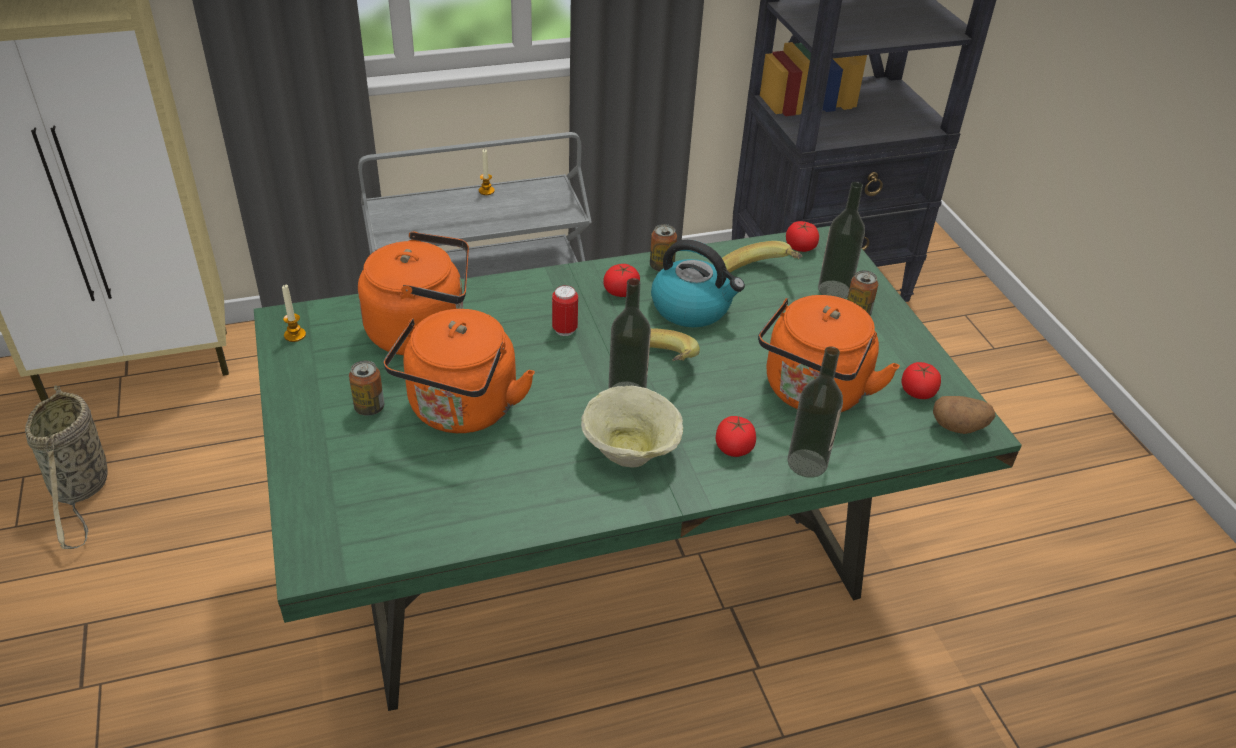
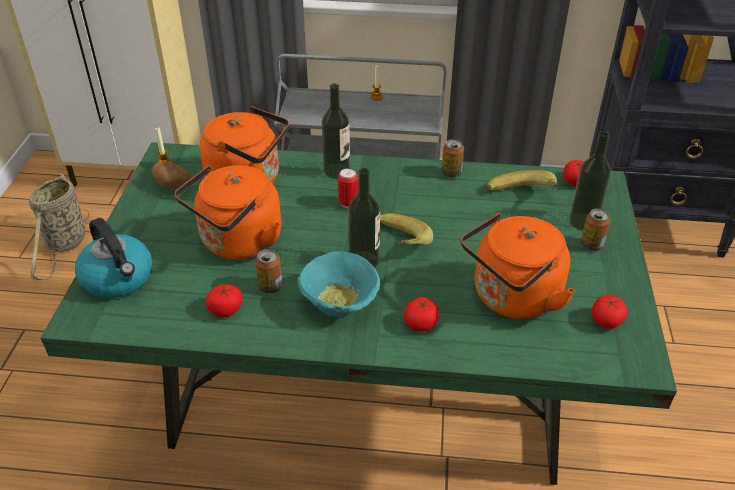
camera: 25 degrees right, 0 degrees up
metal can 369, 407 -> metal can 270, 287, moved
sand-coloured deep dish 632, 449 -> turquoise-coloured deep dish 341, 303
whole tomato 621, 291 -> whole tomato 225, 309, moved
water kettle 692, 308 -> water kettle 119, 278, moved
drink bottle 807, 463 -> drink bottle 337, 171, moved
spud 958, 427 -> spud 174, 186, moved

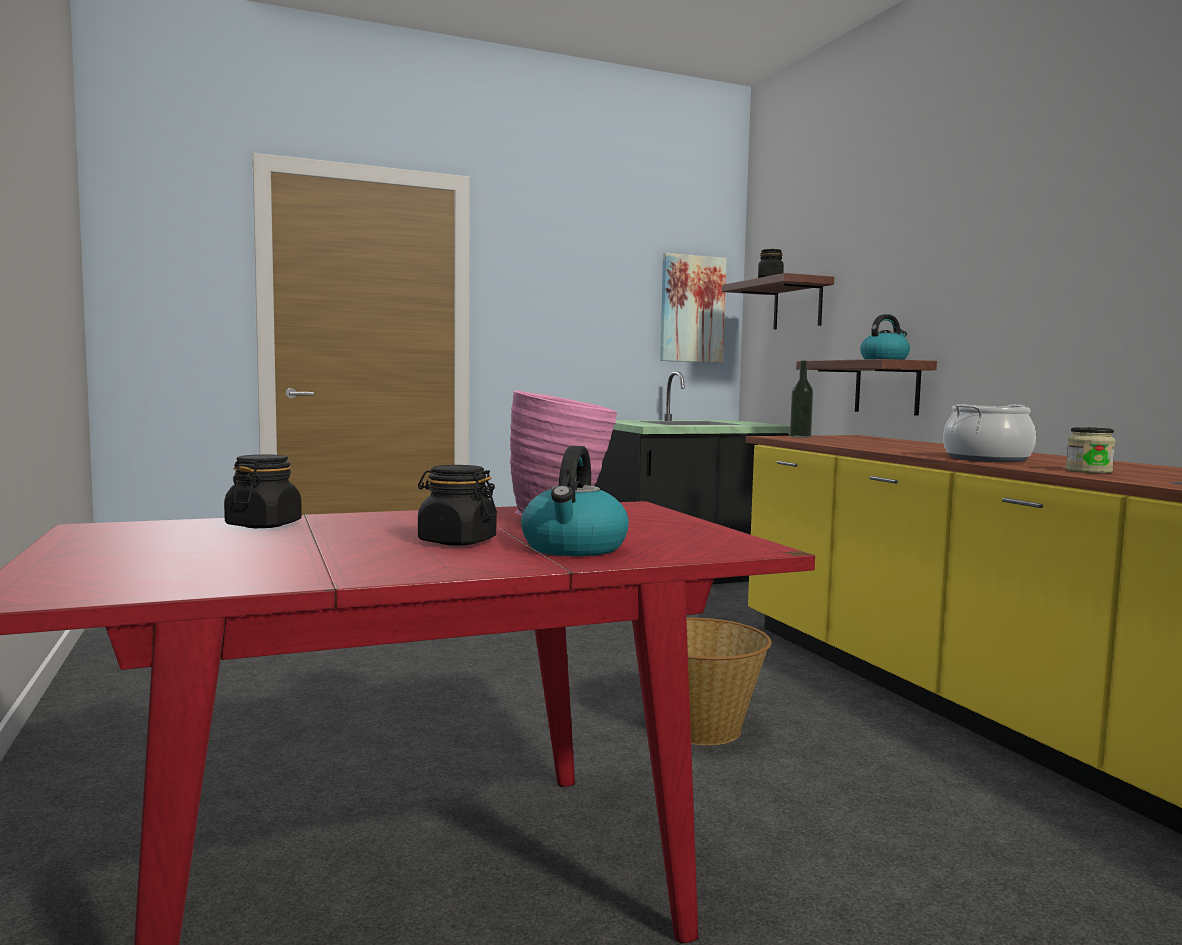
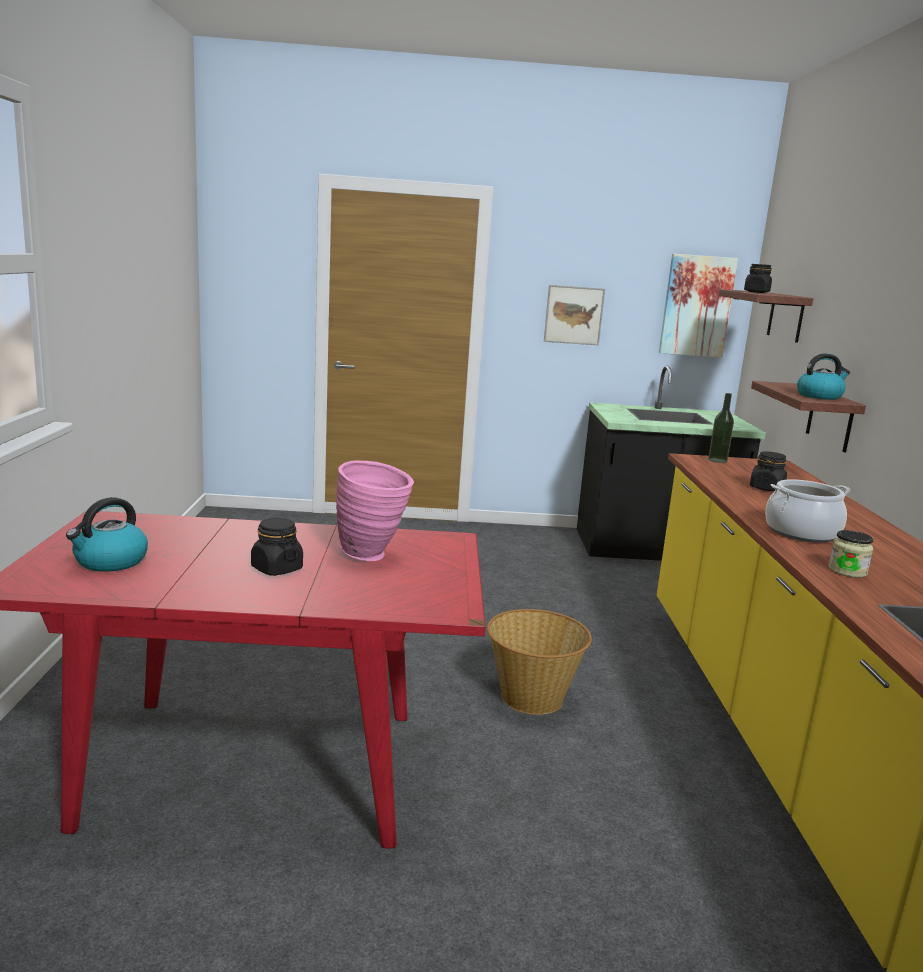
camera: 20 degrees right, 10 degrees up
black-coloured preserve jar 264, 525 -> black-coloured preserve jar 766, 488, moved
water kettle 574, 548 -> water kettle 110, 562, moved
none -> wall picture 574, 315

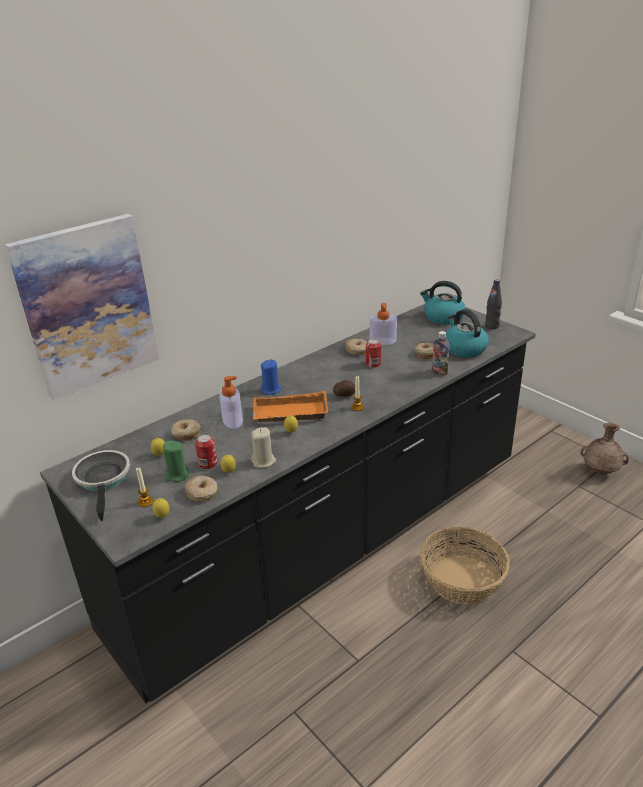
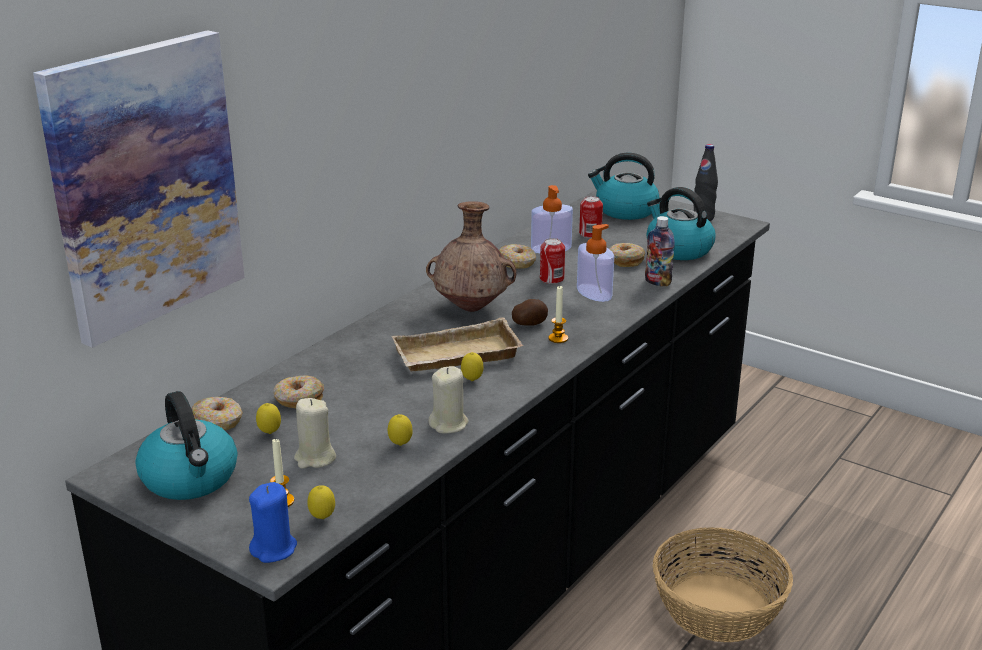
camera: 15 degrees left, 5 degrees down
frying pan 104, 480 -> water kettle 191, 479
green-coloured wax candle 177, 475 -> sand-coloured wax candle 315, 458
ring doughnut 202, 493 -> ring doughnut 218, 422, moved
metal can 208, 464 -> metal can 590, 234, moved
soap dispenser 232, 420 -> soap dispenser 594, 293, moved
orange tray 289, 414 -> sand-coloured tray 456, 357
bluish wax candle 271, 389 -> bluish wax candle 274, 549, moved
brown-coloured vase 601, 471 -> brown-coloured vase 472, 308, moved

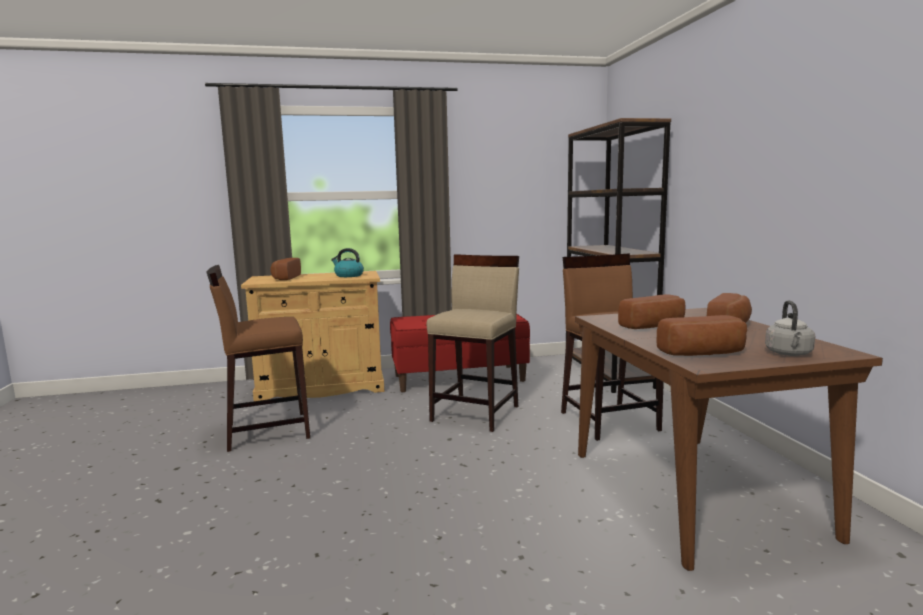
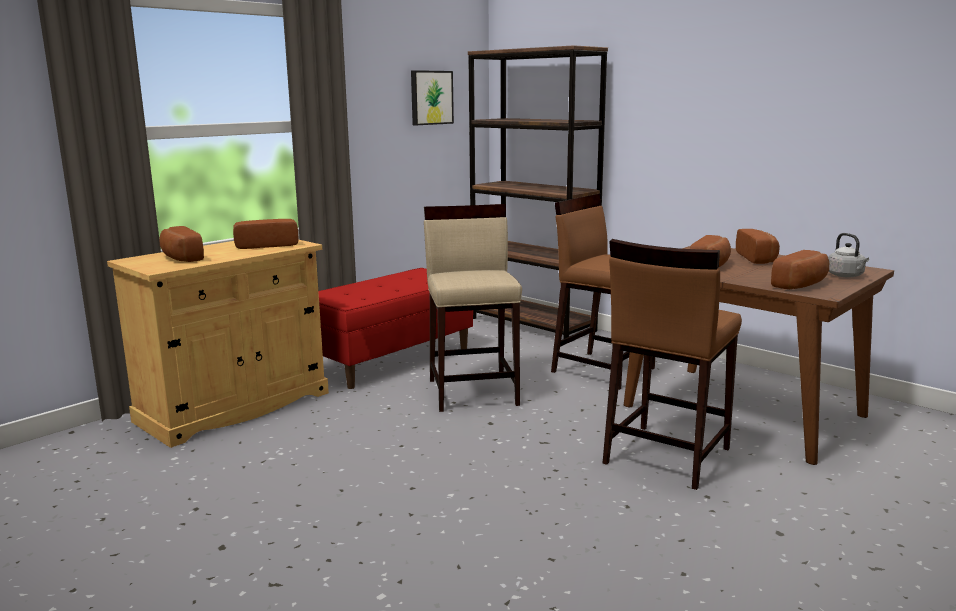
camera: 35 degrees left, 5 degrees up
brown-coloured stool seat 267, 430 -> brown-coloured stool seat 665, 456, moved
water kettle 348, 275 -> bakery bread 266, 245
none -> wall picture 431, 97

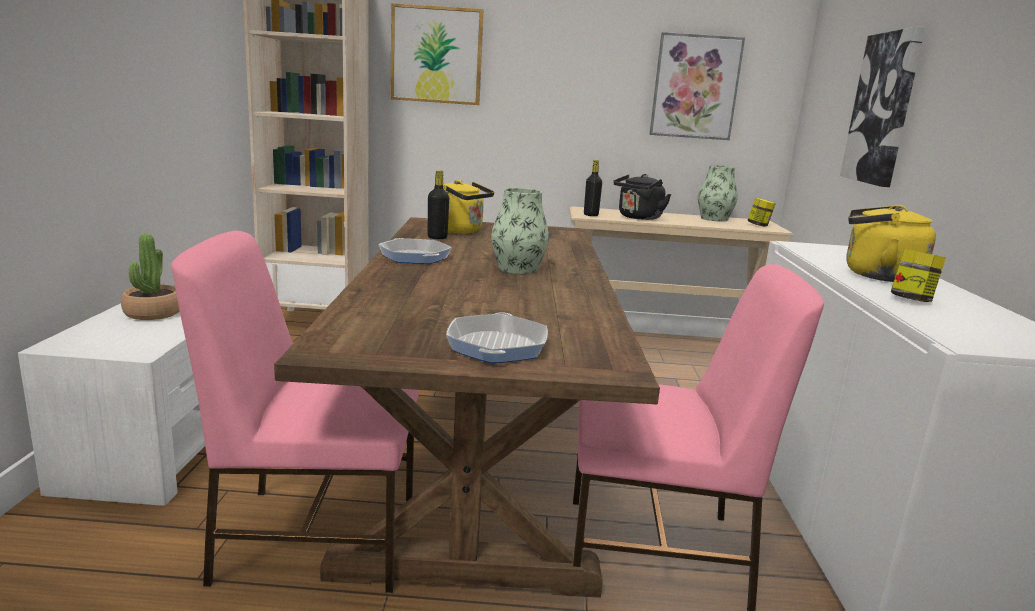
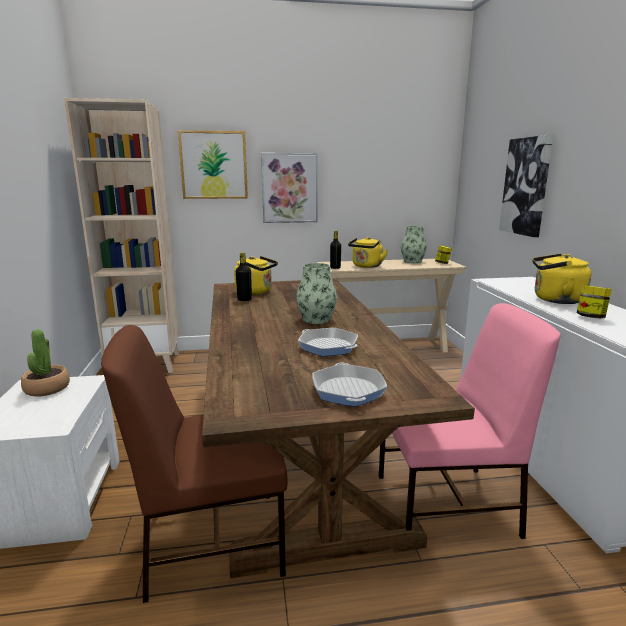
camera: 10 degrees left, 0 degrees up
pink upright chair 315, 535 -> brown-coloured upright chair 211, 541
frying pan 415, 257 -> frying pan 328, 346, moved
black-coloured water kettle 638, 218 -> yellow-coloured water kettle 366, 266
wall picture 695, 87 -> wall picture 289, 188, moved

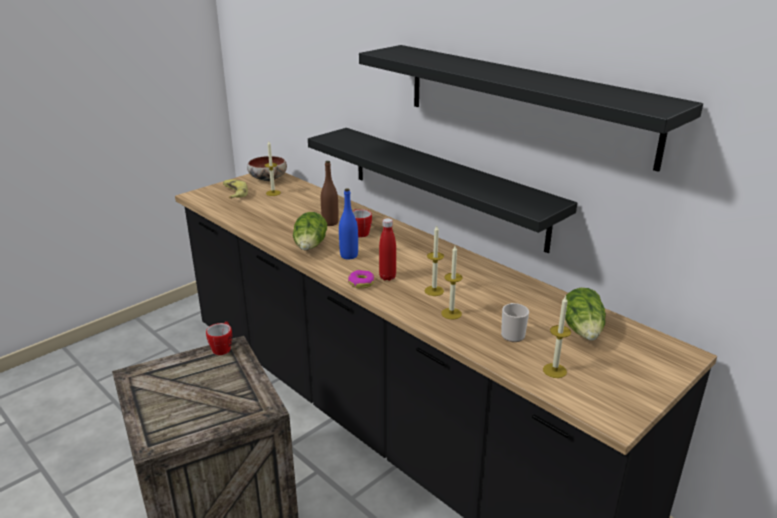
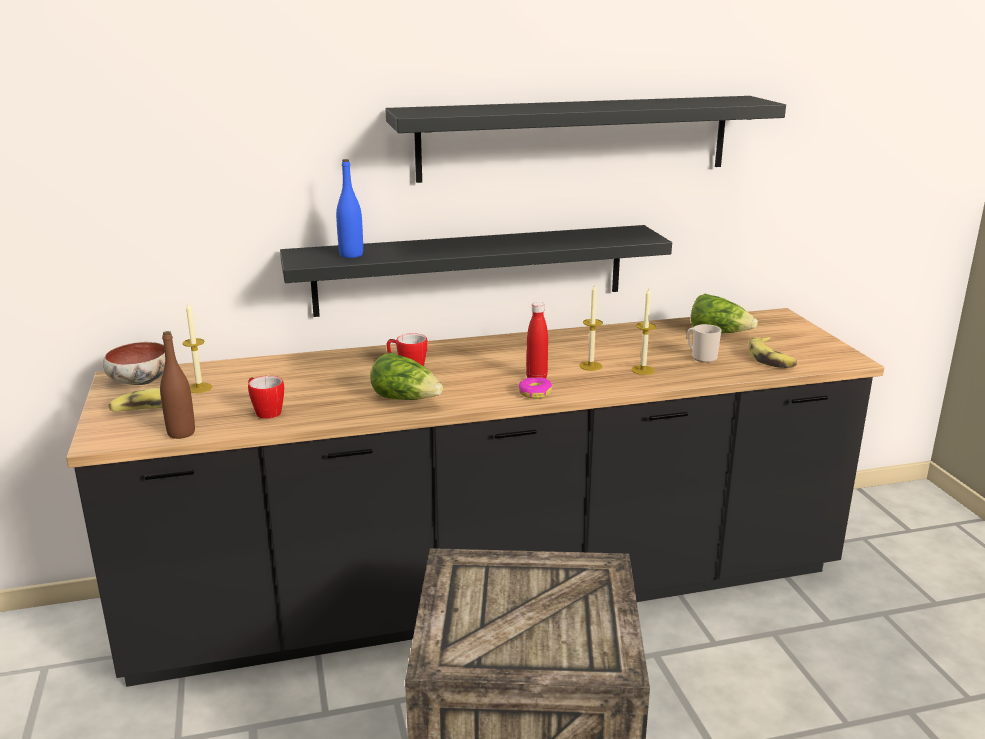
camera: 60 degrees left, 5 degrees down
coffee mug 223, 347 -> coffee mug 265, 412, moved
brown-coloured drink bottle 330, 223 -> brown-coloured drink bottle 181, 433, moved
bluish drink bottle 349, 255 -> bluish drink bottle 351, 255, moved
wax candle 554, 370 -> banana fruit 771, 359

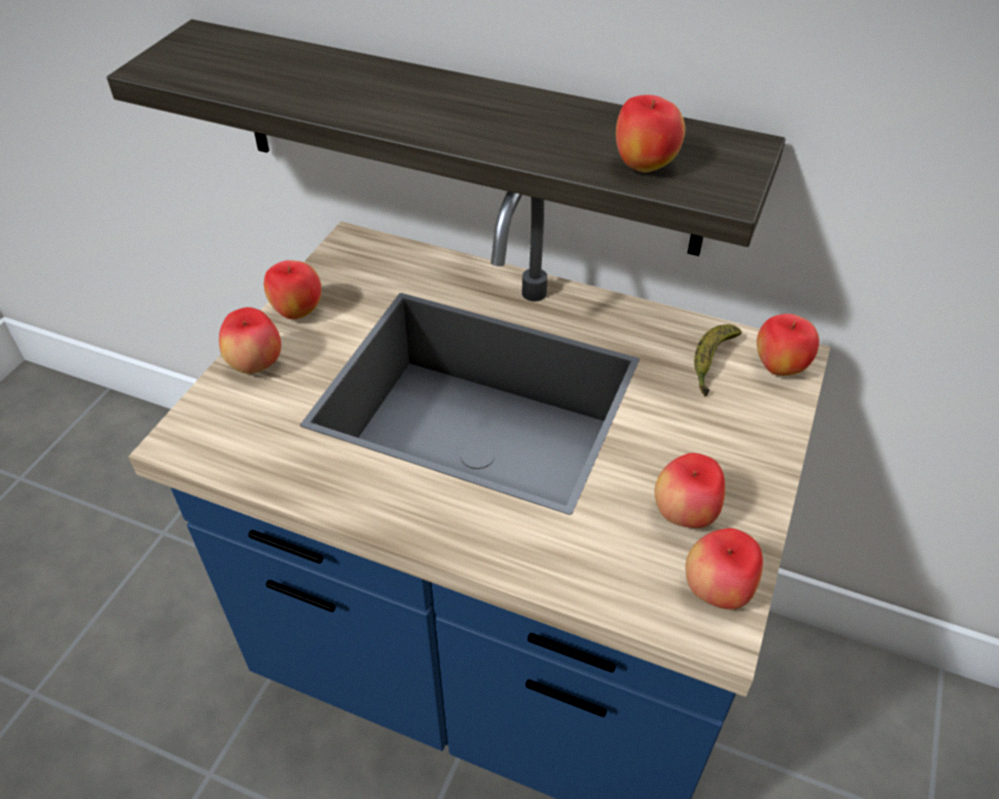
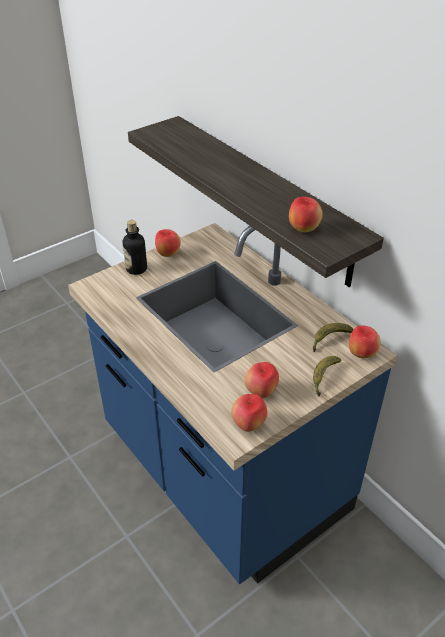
camera: 30 degrees right, 5 degrees down
apple 256, 365 -> drink bottle 136, 269
none -> banana fruit 323, 377

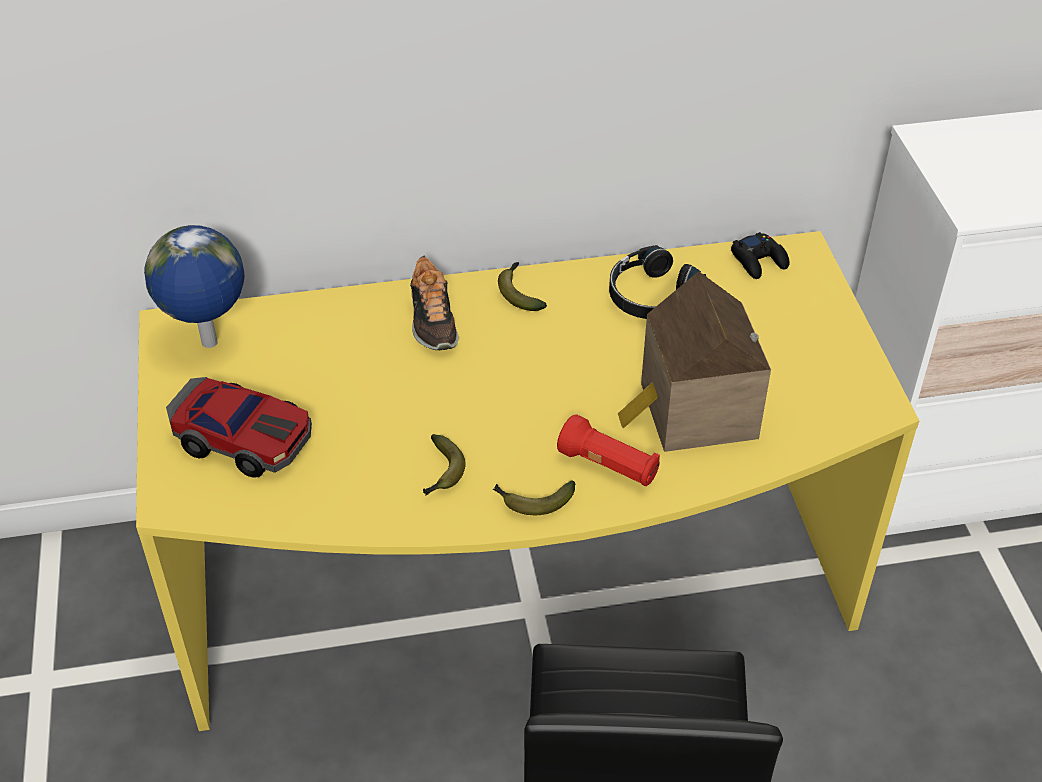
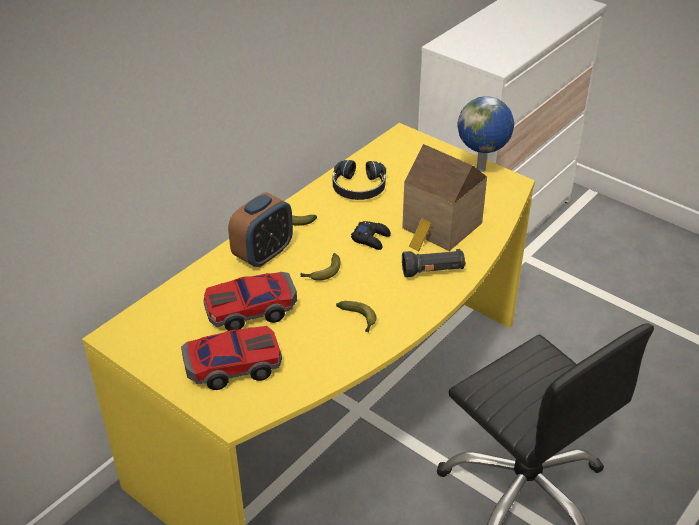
camera: 40 degrees left, 5 degrees down
desk globe 210, 344 -> desk globe 482, 170, moved
shoe 432, 320 -> table clock 263, 254
banana fruit 532, 501 -> banana fruit 322, 273, moved
red flashlight 609, 466 -> black-coloured flashlight 433, 271
black-coloured joypad 759, 261 -> black-coloured joypad 371, 238, moved
none -> model car 250, 309

